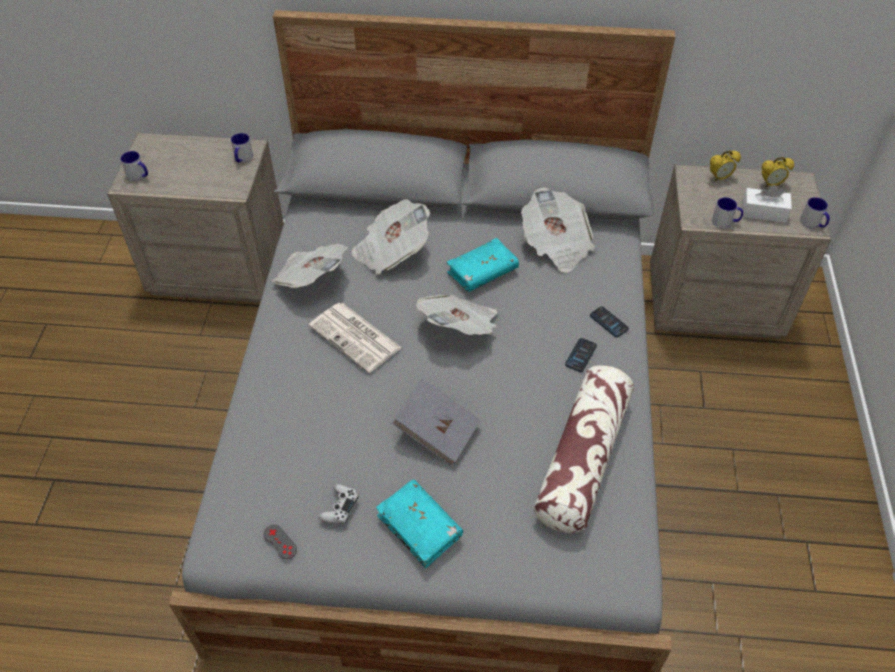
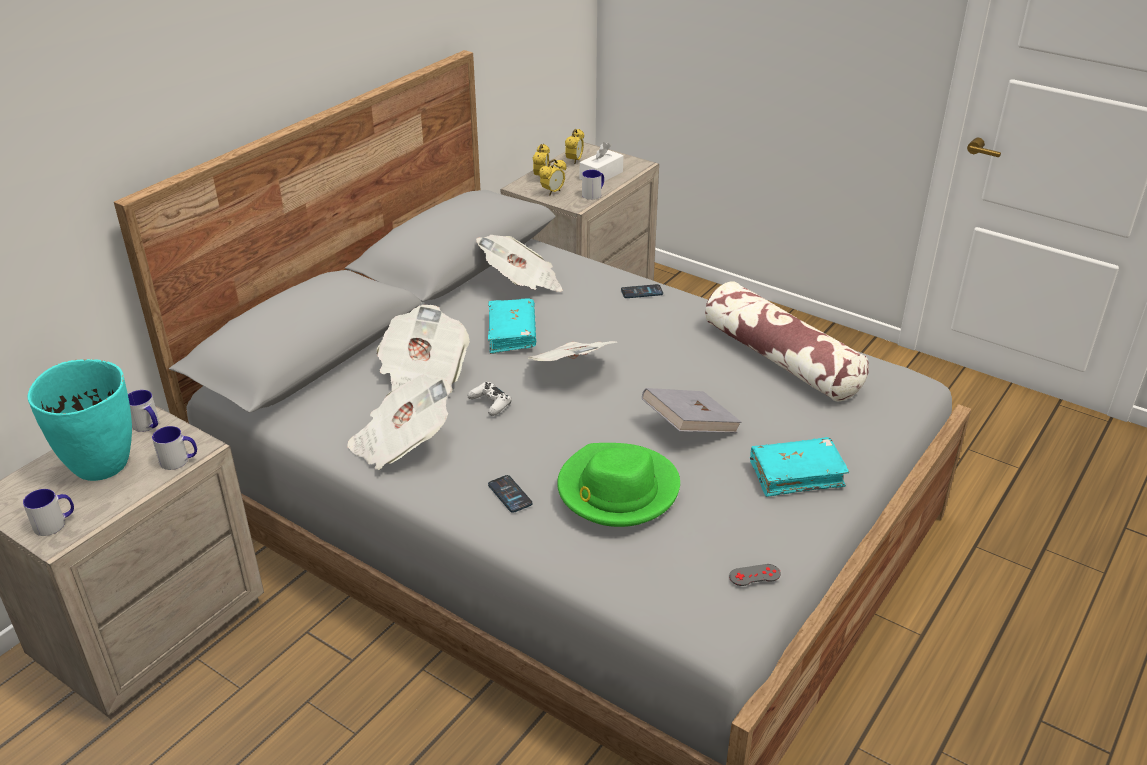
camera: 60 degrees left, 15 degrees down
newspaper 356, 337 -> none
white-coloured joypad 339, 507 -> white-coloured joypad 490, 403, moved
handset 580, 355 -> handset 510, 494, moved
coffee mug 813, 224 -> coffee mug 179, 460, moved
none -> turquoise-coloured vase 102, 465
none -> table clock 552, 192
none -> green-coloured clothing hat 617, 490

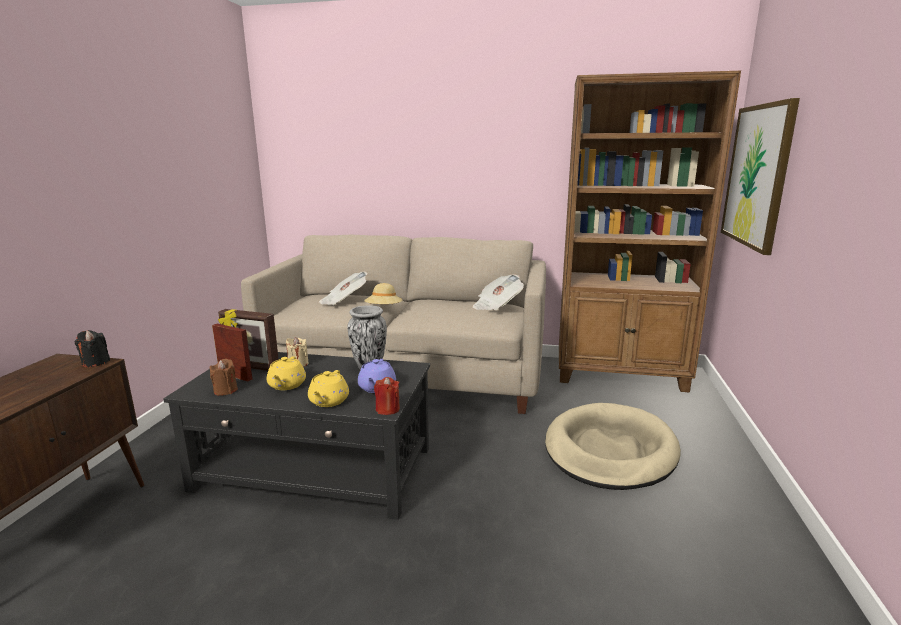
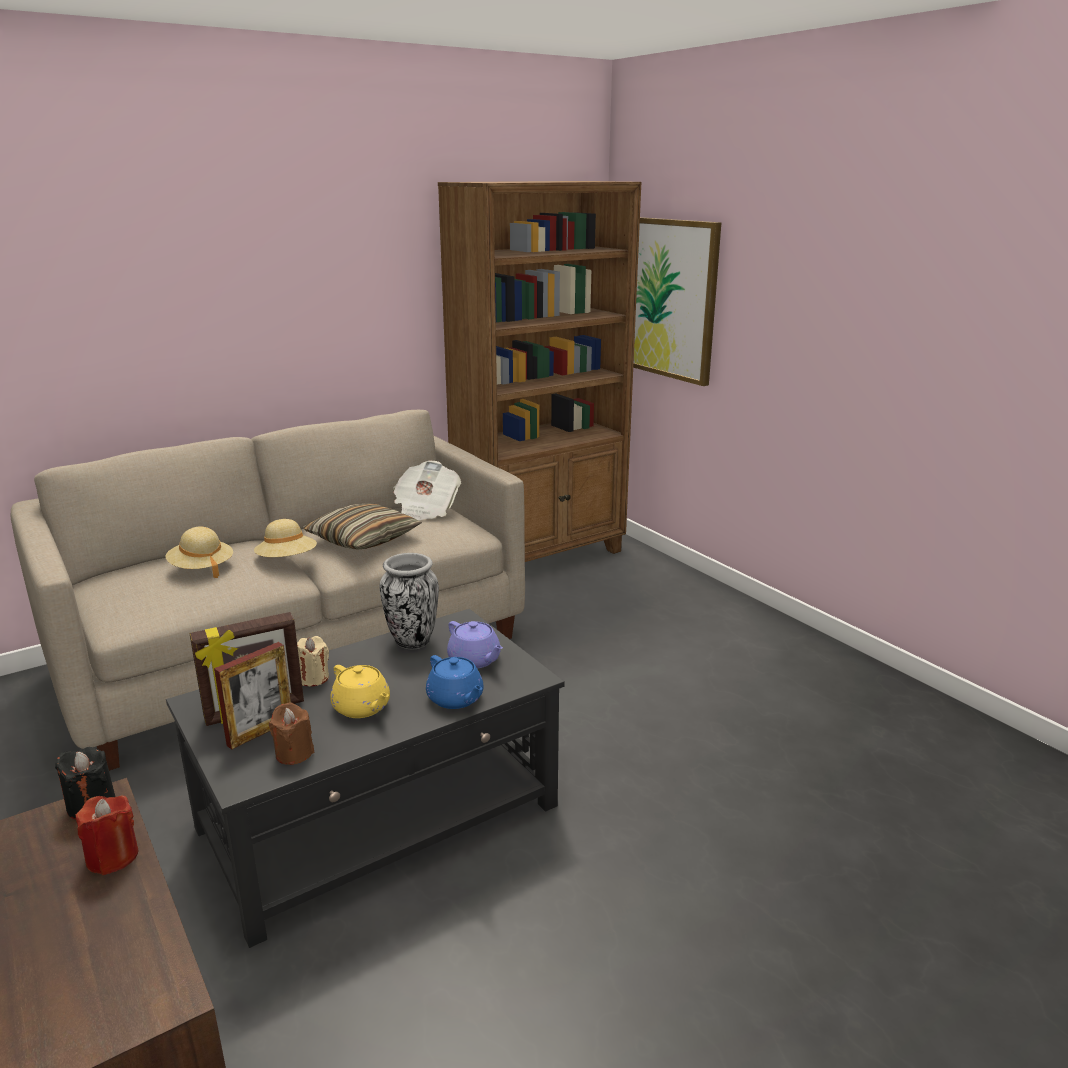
camera: 45 degrees left, 5 degrees up
picture frame 235, 376 -> picture frame 260, 732, 150 degrees clockwise
yellow-coloured pot for tea 328, 401 -> bluish pot for tea 456, 699
newspaper 344, 301 -> sand-coloured clothing hat 201, 568
red wax candle 387, 409 -> red wax candle 112, 857, moved
sand-coloured pet bed 609, 450 -> none
none -> throw pillow 363, 539

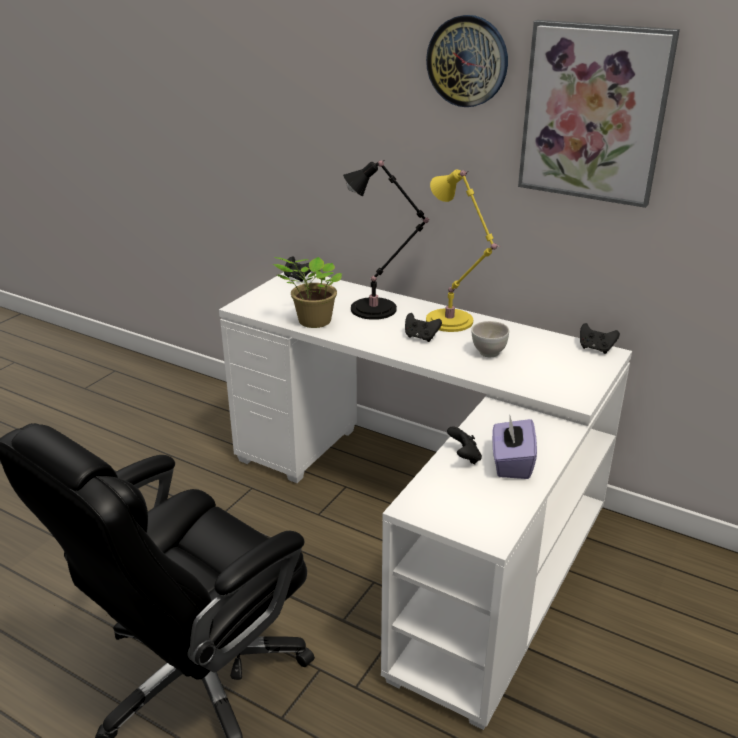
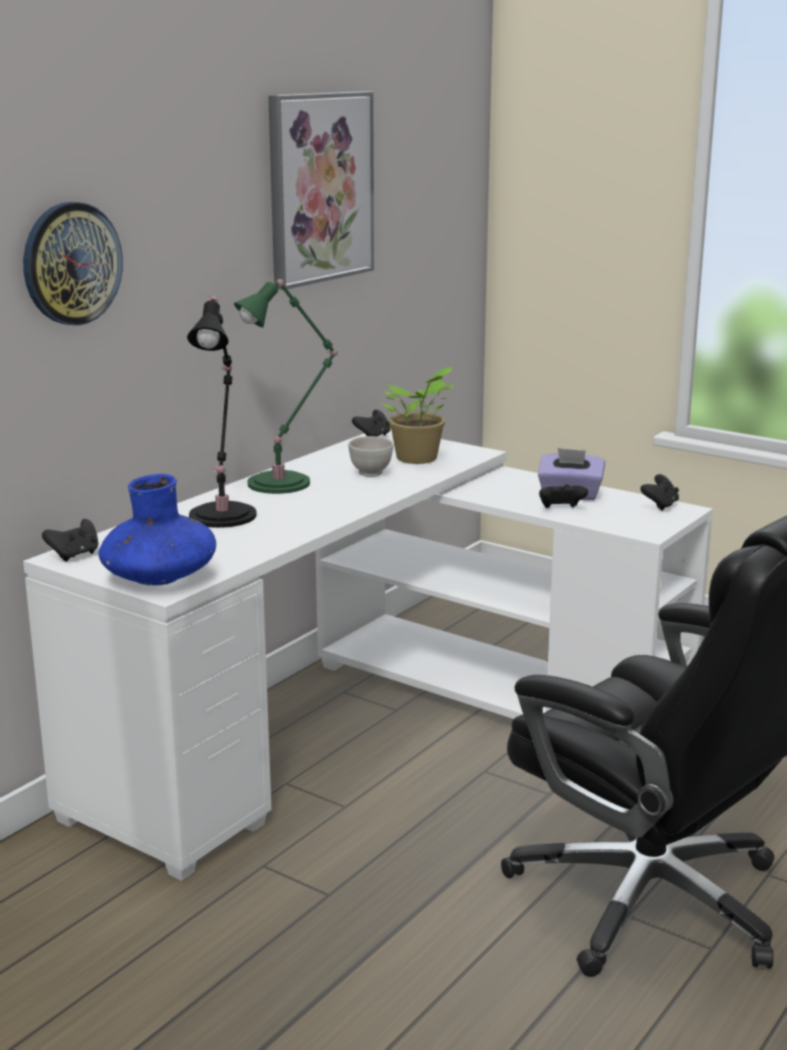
camera: 85 degrees left, 10 degrees down
potted plant 312, 322 -> potted plant 418, 459, moved
black-coloured joypad 421, 337 -> black-coloured joypad 660, 506, moved
hanging clock 467, 61 -> hanging clock 71, 263, moved
yellow-coloured tabletop lamp 452, 322 -> green-coloured tabletop lamp 284, 482
none -> bluish vase 159, 578

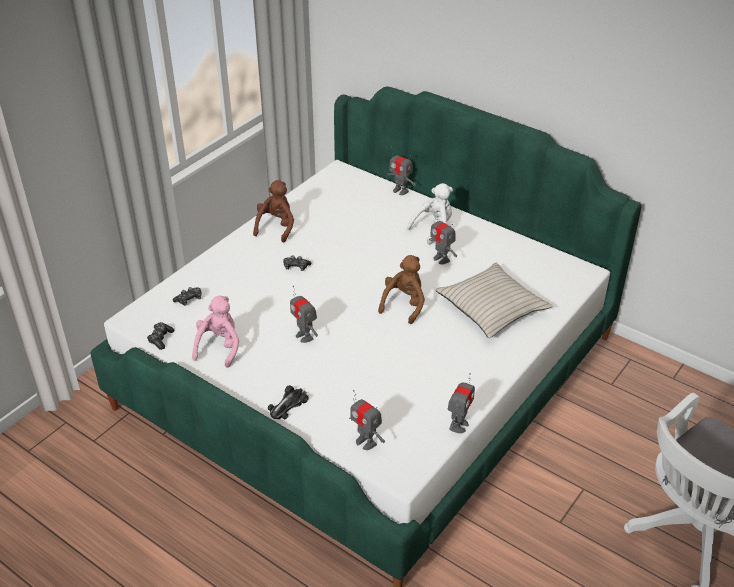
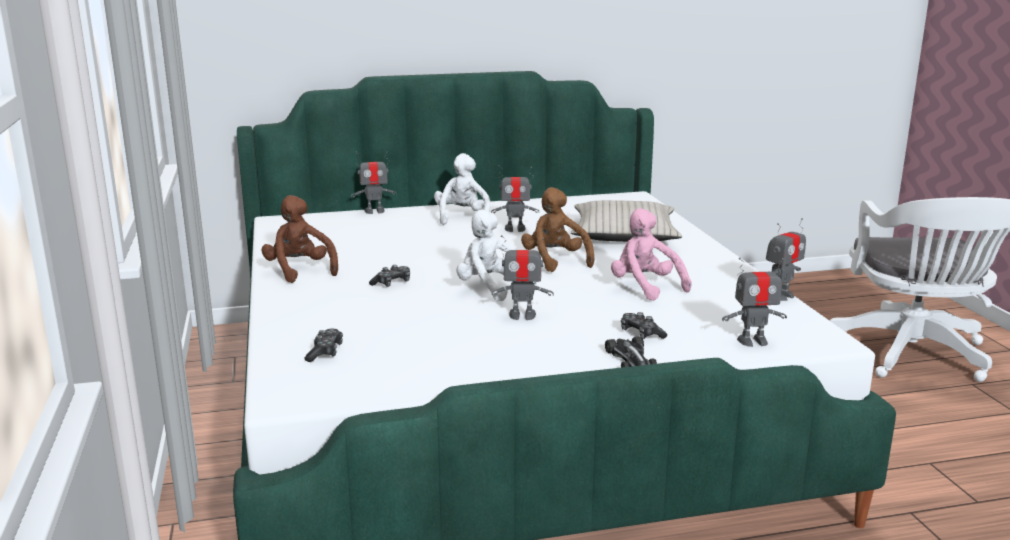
camera: 50 degrees left, 20 degrees down
joypad 160, 339 -> joypad 641, 334, moved
pink plush toy 219, 347 -> pink plush toy 645, 287, moved
model robot 459, 425 -> model robot 781, 296, 75 degrees clockwise
none -> white-coloured plush toy 491, 288

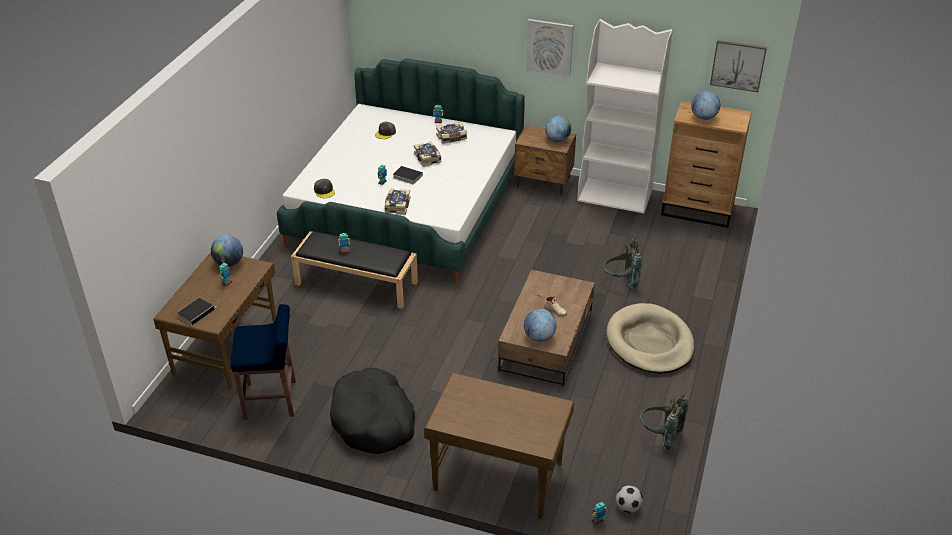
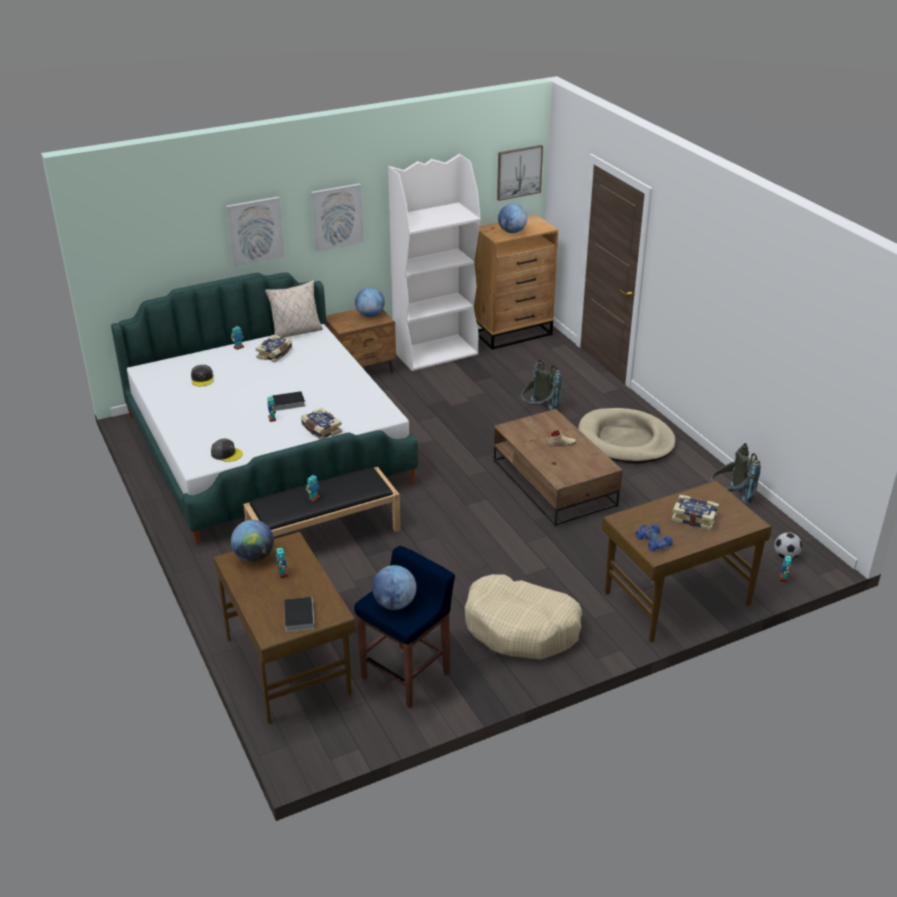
camera: 45 degrees left, 5 degrees down
black-coloured pet bed 373, 420 -> sand-coloured pet bed 521, 628
volume 428, 158 -> volume 694, 518, moved
desk globe 539, 337 -> desk globe 394, 604, moved
none -> wall picture 255, 231
none -> sand-coloured throw pillow 296, 332
none -> bluish model car 652, 541

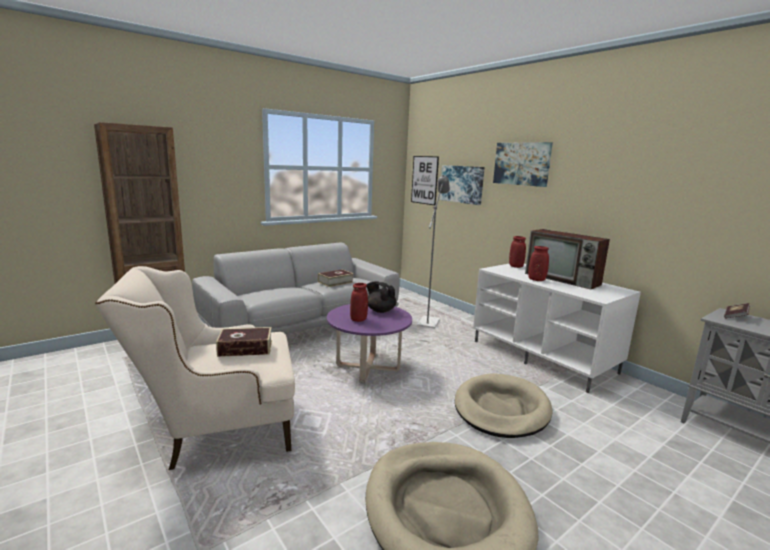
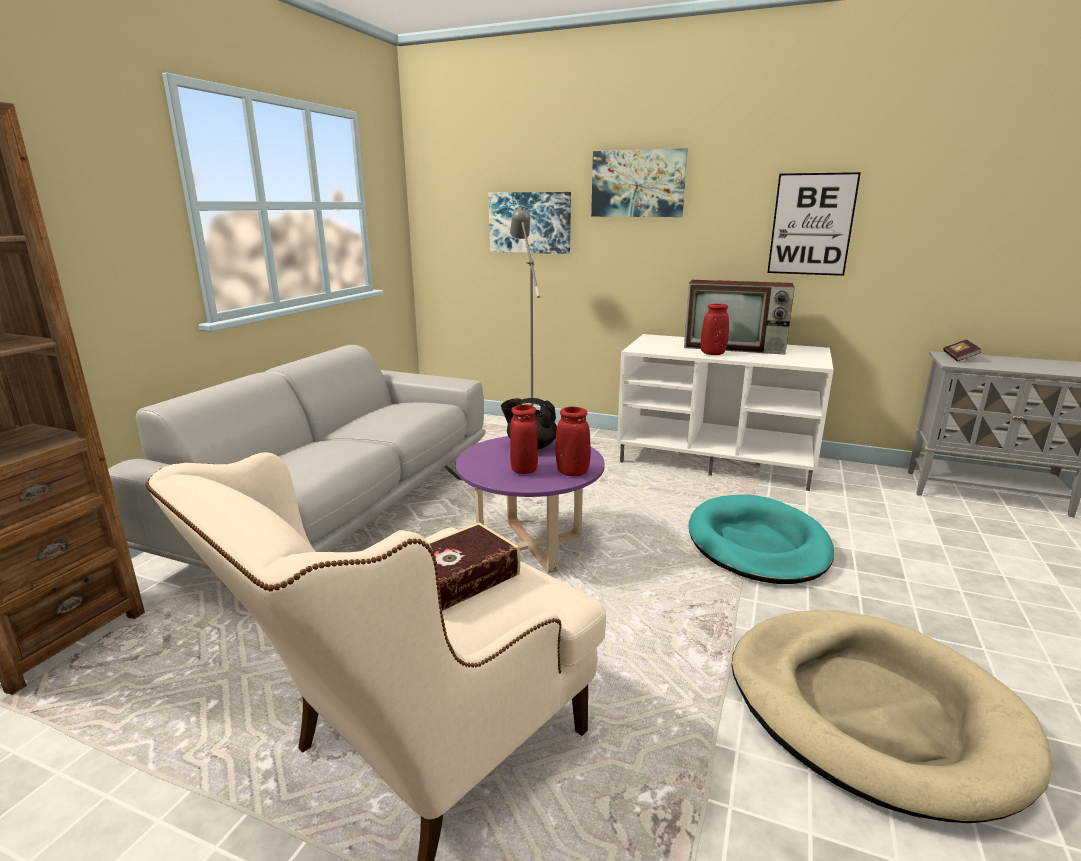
camera: 30 degrees left, 5 degrees up
volume 335, 282 -> none
wall picture 424, 180 -> wall picture 811, 224, moved
sand-coloured pet bed 501, 409 -> turquoise-coloured pet bed 757, 544
red vase 515, 266 -> red vase 572, 473, moved

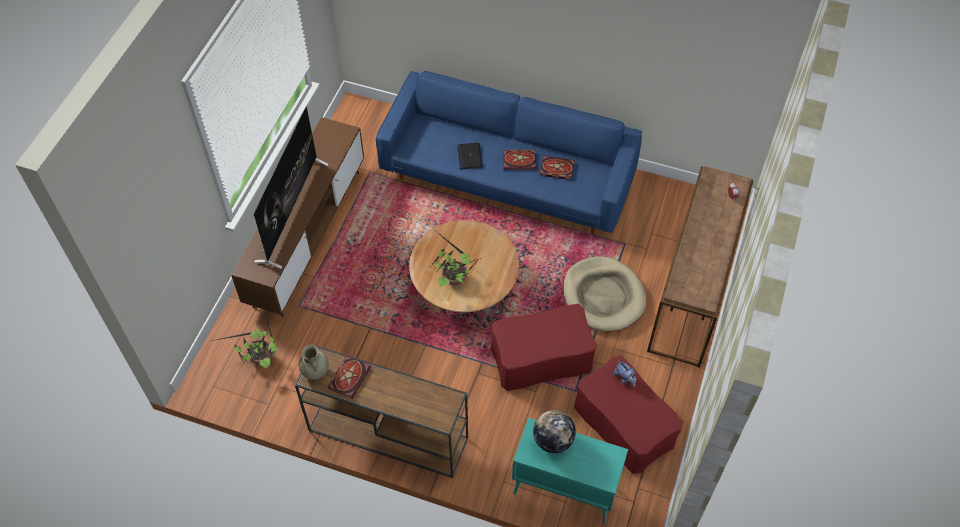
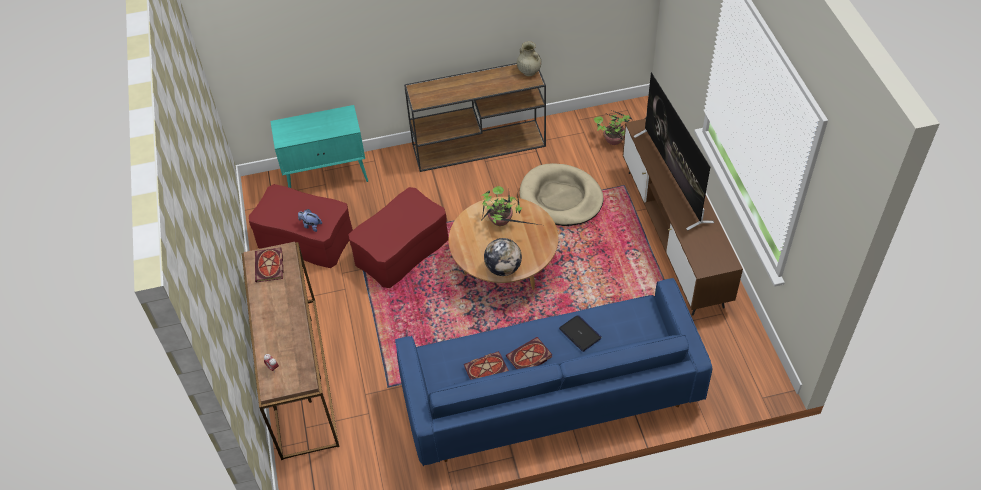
camera: 150 degrees right, 5 degrees down
volume 349, 376 -> volume 270, 267, moved
desk globe 553, 440 -> desk globe 503, 268, moved
sand-coloured pet bed 603, 296 -> sand-coloured pet bed 561, 198, moved

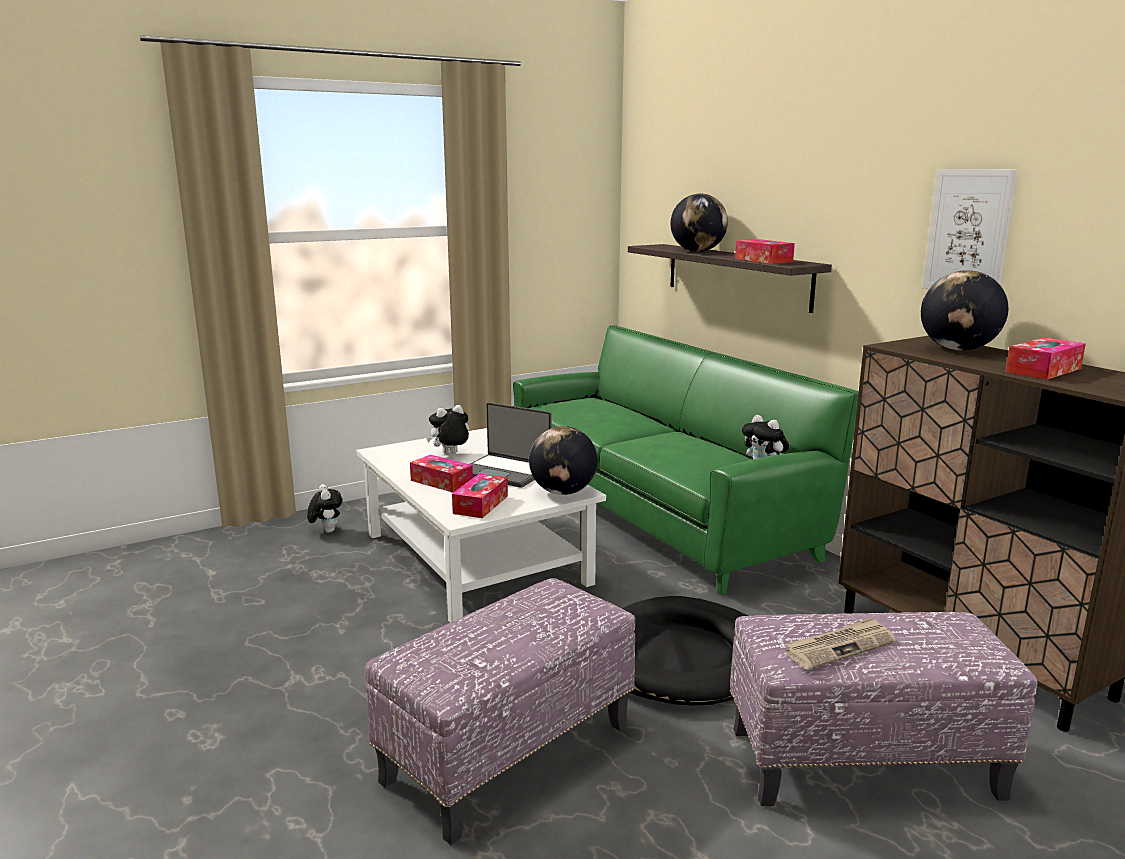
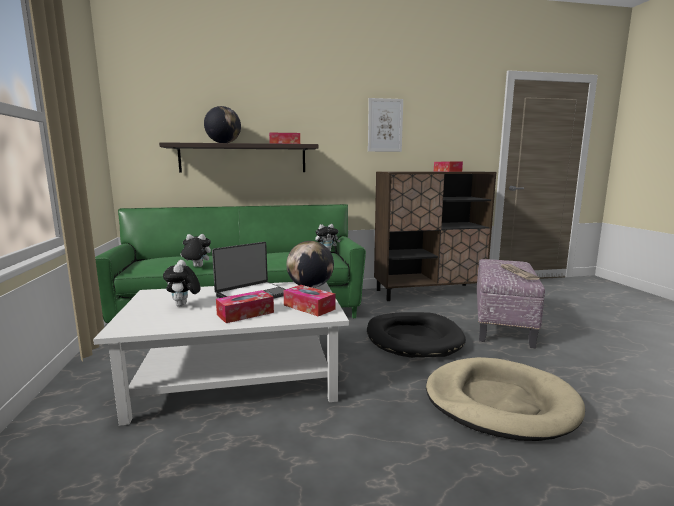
camera: 70 degrees left, 5 degrees down
plush toy 326, 531 -> plush toy 196, 267, moved
pouffe 508, 751 -> sand-coloured pet bed 499, 402
desk globe 958, 349 -> none

